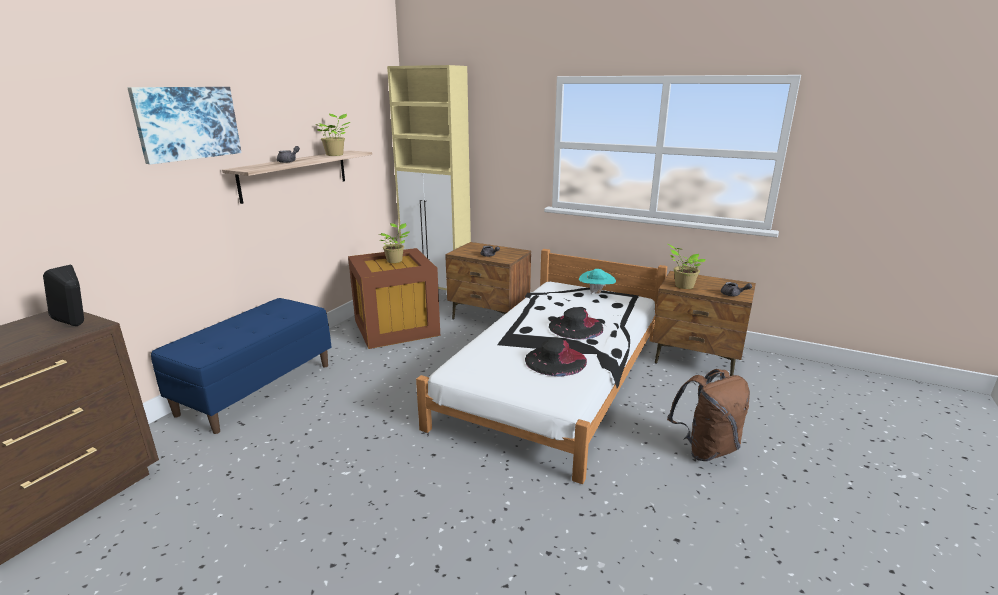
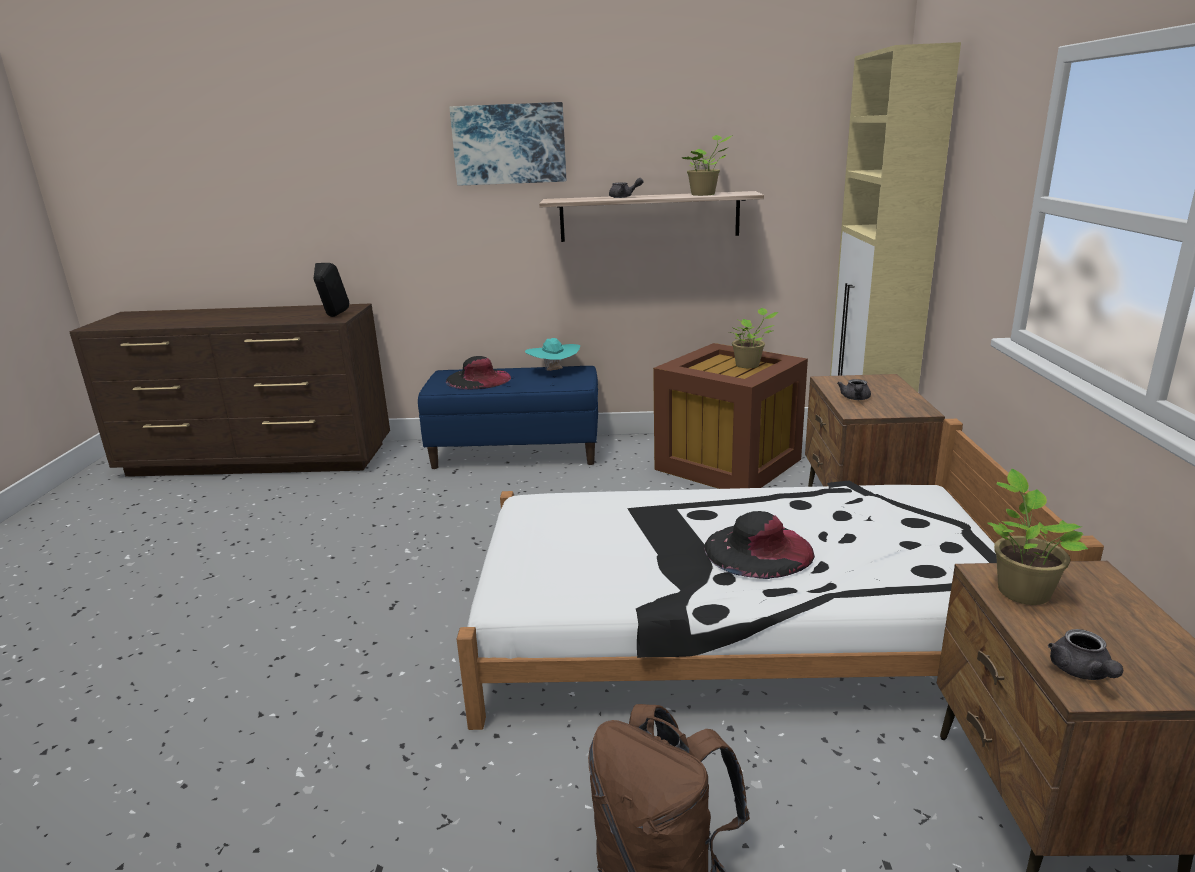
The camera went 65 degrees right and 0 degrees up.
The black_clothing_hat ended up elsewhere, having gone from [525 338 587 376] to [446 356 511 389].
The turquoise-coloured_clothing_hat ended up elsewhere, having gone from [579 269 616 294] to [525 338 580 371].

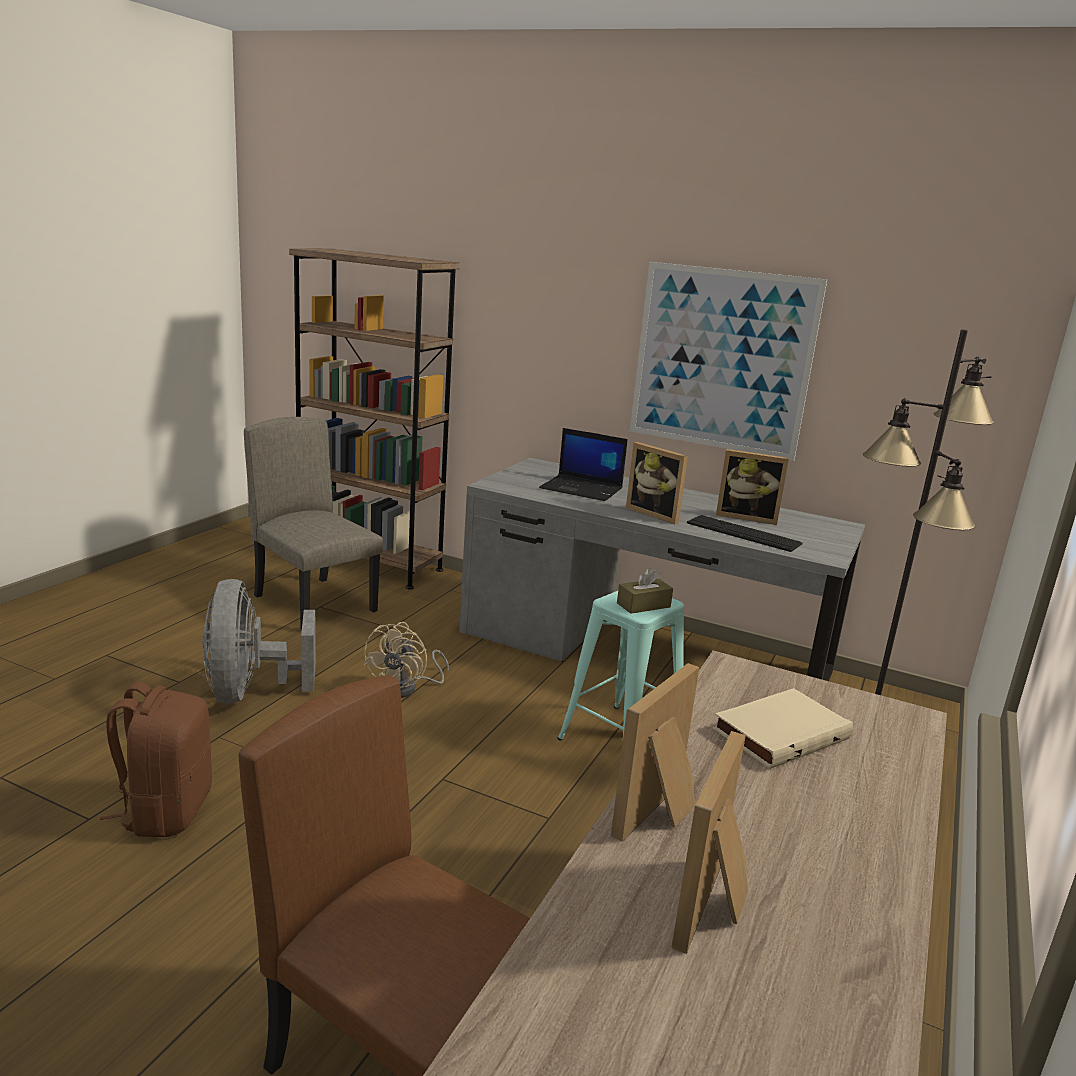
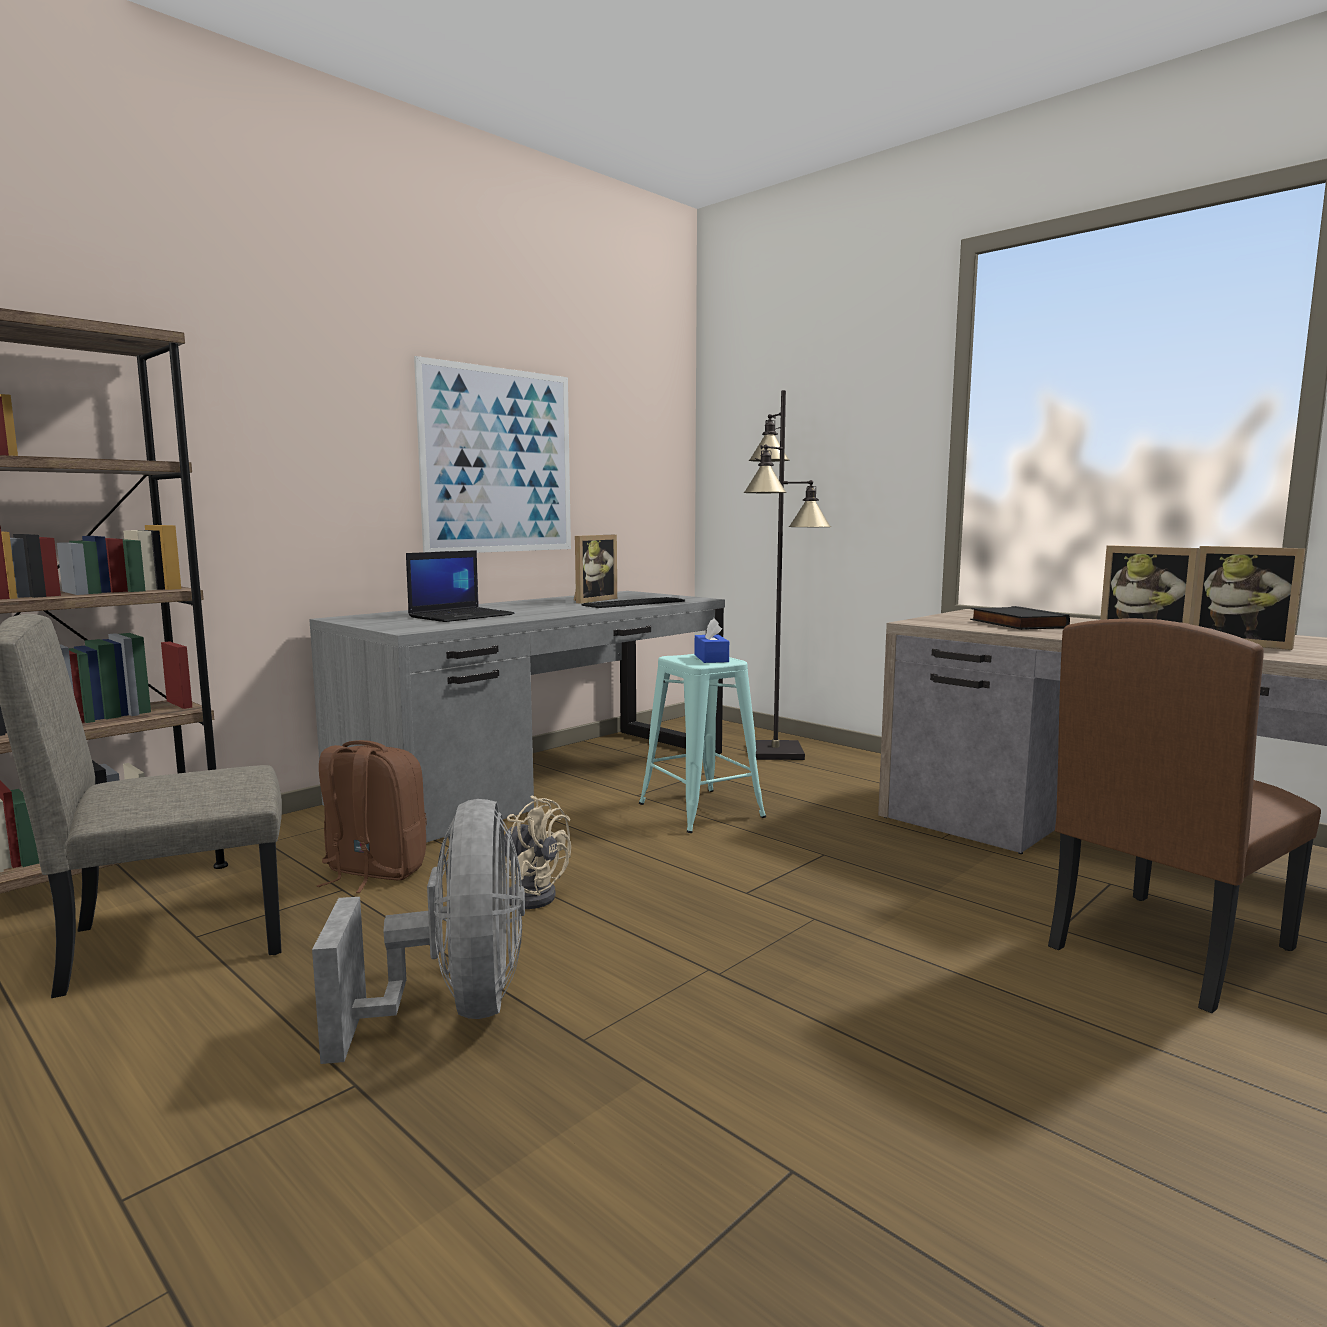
The camera went 70 degrees left and 10 degrees down.
The second view lost the picture_frame at [626 442 688 524].
The brownish_rucksack ended up elsewhere, having gone from [100 682 212 837] to [317 740 427 893].
What was the brownish_tissue_box at [617 568 673 614] turned into the blue_tissue_box at [695 618 729 663].
What was the sand-coloured_bound_book at [713 688 853 769] turned into the black_bound_book at [970 606 1070 630].
The greyish_electric_fan at [202 579 316 704] ended up facing another way, 105 degrees counterclockwise from before.

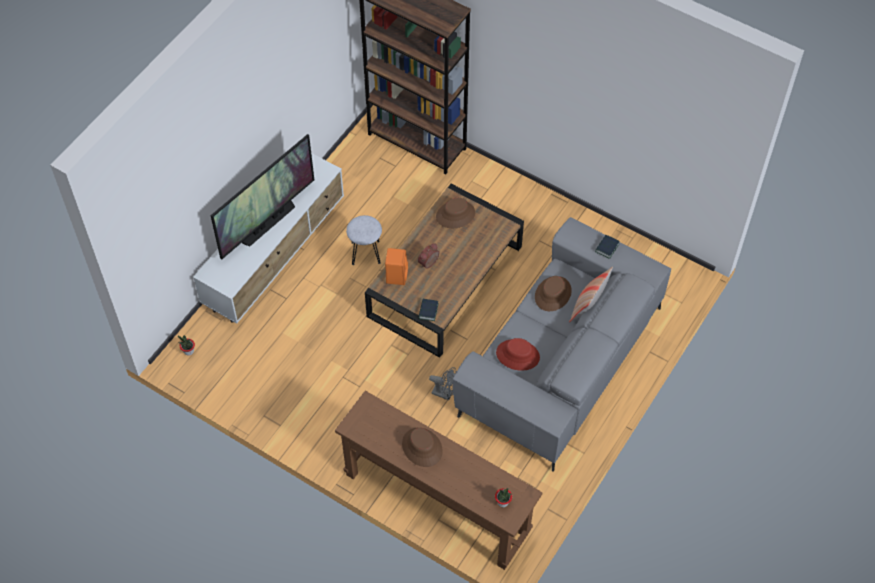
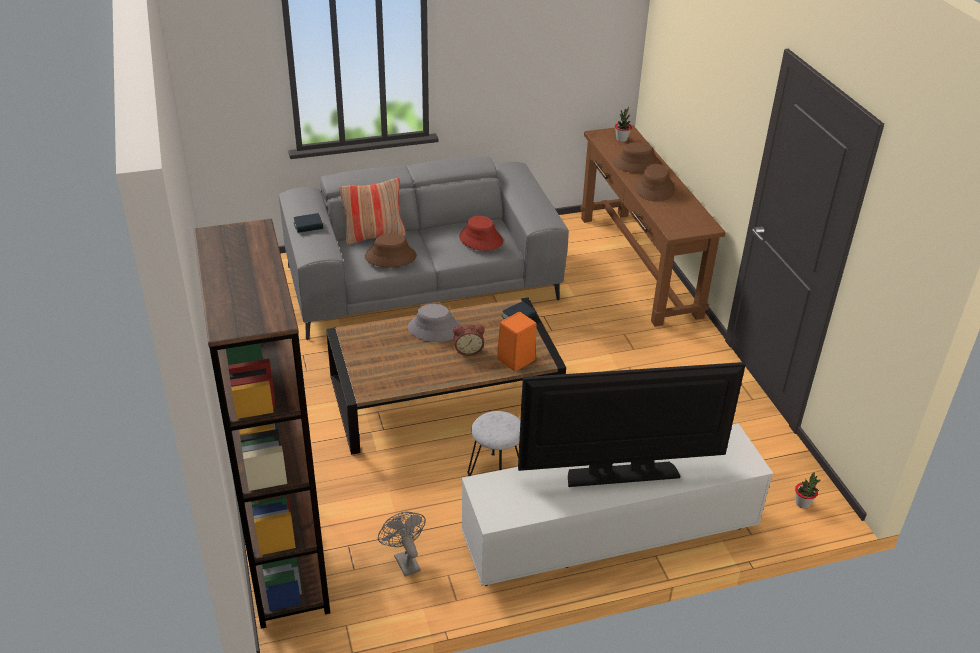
The camera went 140 degrees left and 20 degrees down.
The second view gained the greyish_clothing_hat at [408 304 462 342].
The greyish_electric_fan ended up elsewhere, having gone from [429 367 457 401] to [378 512 426 577].
The brownish_clothing_hat ended up elsewhere, having gone from [436 198 475 228] to [613 142 662 173].

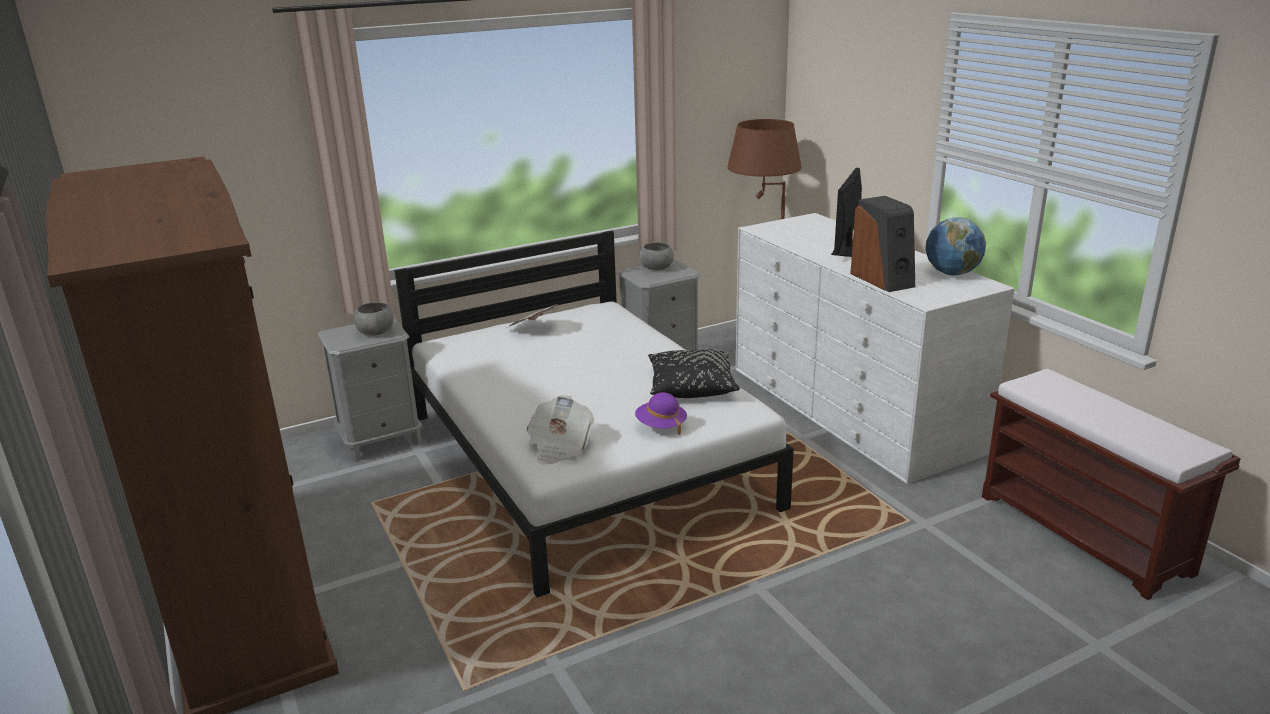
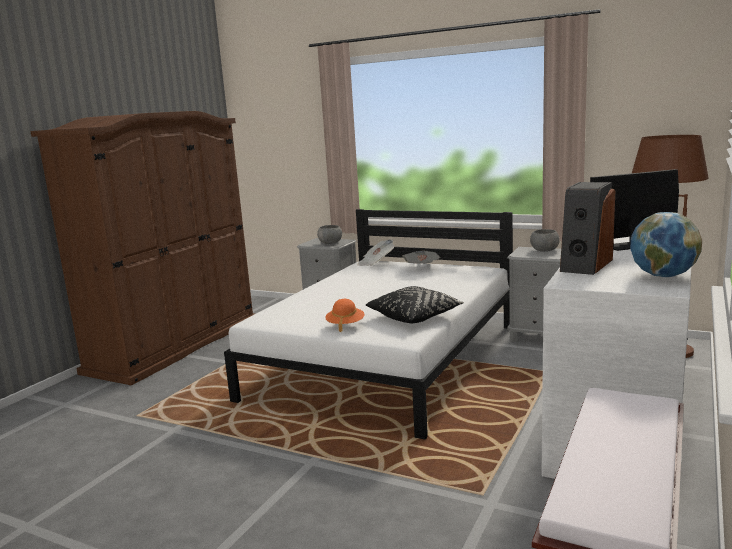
The camera went 55 degrees right and 10 degrees down.
The daily_paper ended up elsewhere, having gone from [527 396 594 465] to [357 239 394 266].
What was the purple_clothing_hat at [635 392 687 435] turned into the orange_clothing_hat at [325 299 364 332].

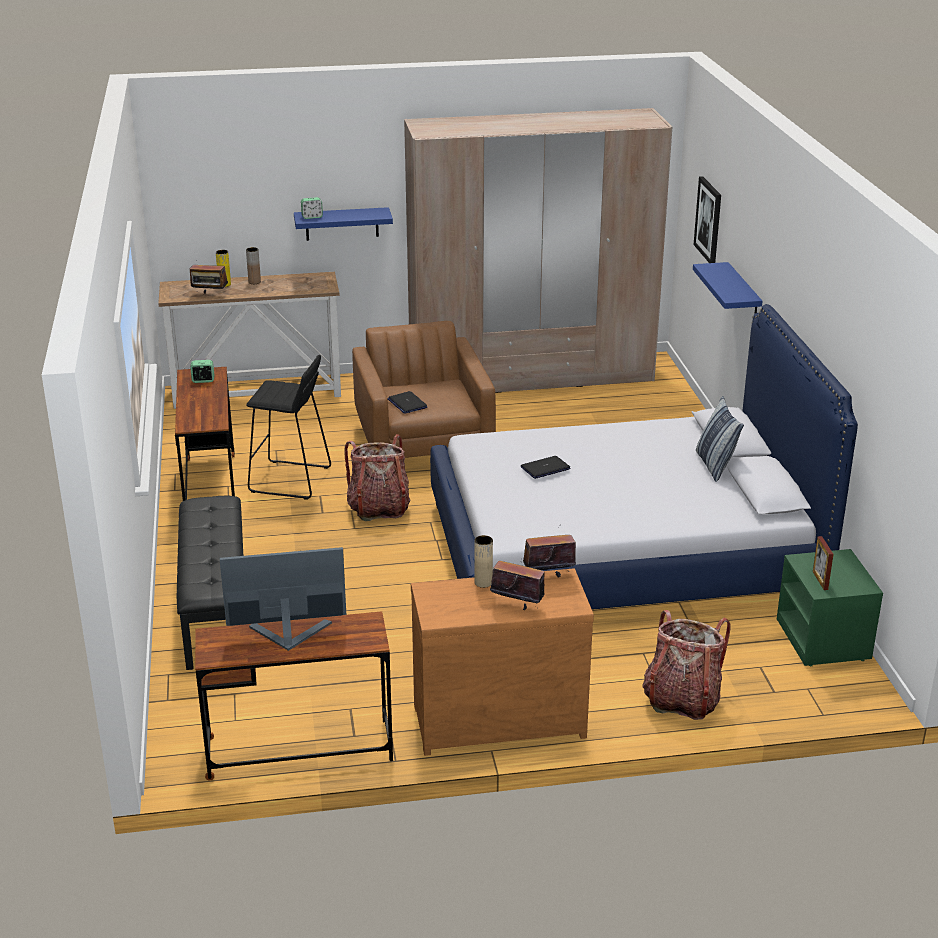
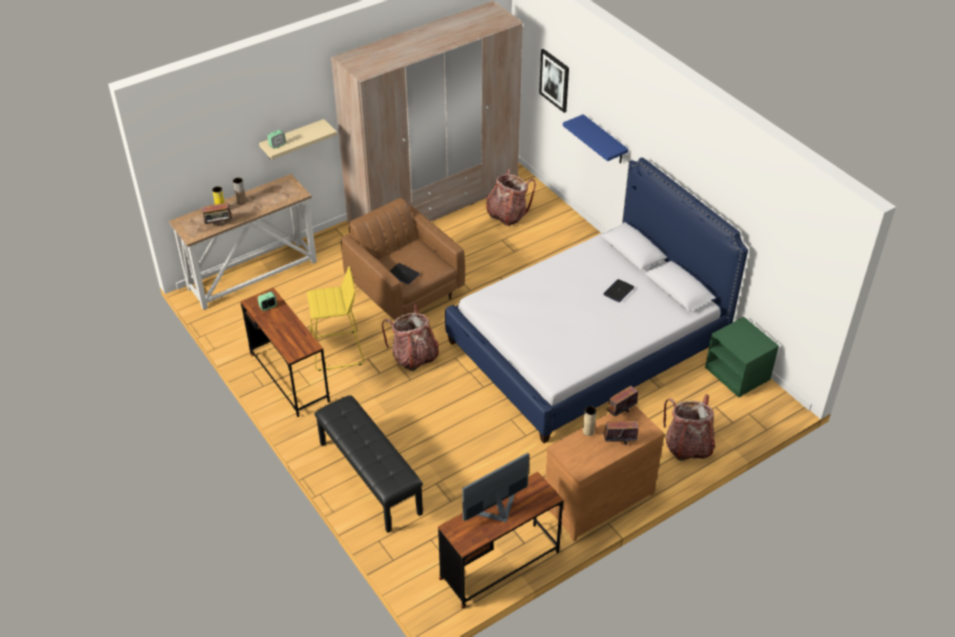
The camera went 25 degrees left and 15 degrees up.
The second view lost the cushion at [696 396 744 482].
The second view lost the picture_frame at [813 536 833 590].
The second view gained the rucksack at [486 169 536 226].
The notebook_computer ended up elsewhere, having gone from [521 456 571 479] to [603 279 634 302].
What was the black_stool_seat at [246 355 331 500] turned into the yellowish_stool_seat at [307 266 364 371].
What was the blue_wall_shelf at [294 207 393 241] turned into the sand-coloured_wall_shelf at [259 119 337 159].

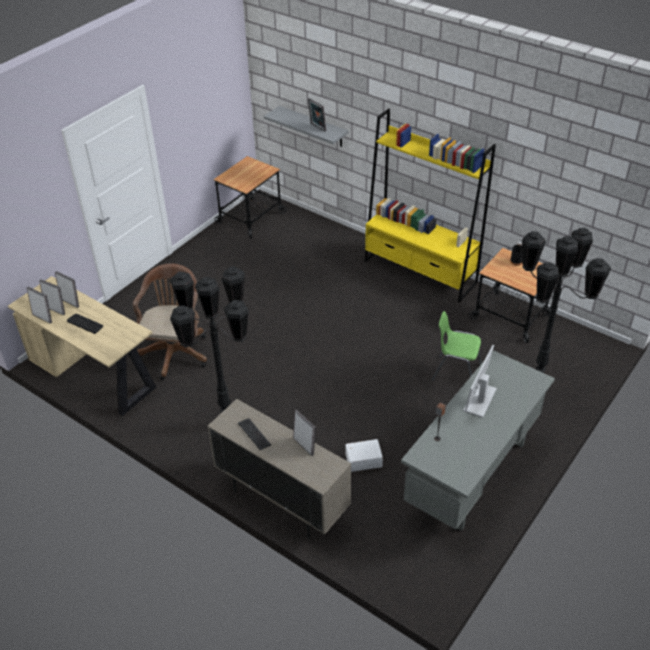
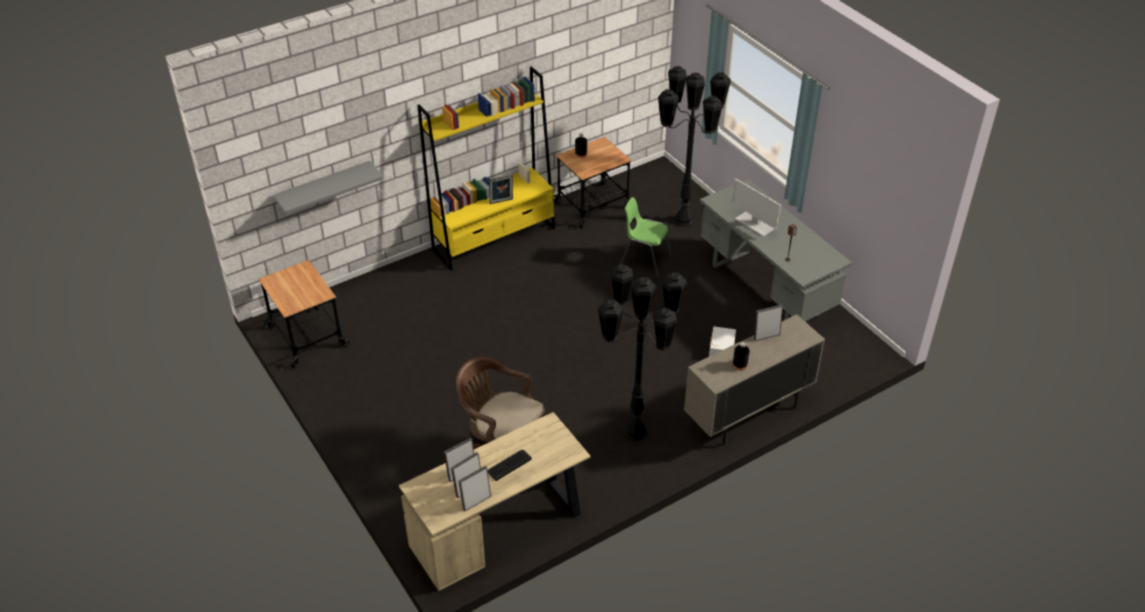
The camera went 70 degrees left and 0 degrees up.
The picture_frame ended up elsewhere, having gone from [308 98 326 132] to [489 175 513 204].
Where the computer_keyboard stood at [238 418 271 450], the black_beverage_bottle came to stand at [732 342 750 370].
The greenish_plain_chair at [432 311 482 381] ended up facing another way, 75 degrees clockwise from before.

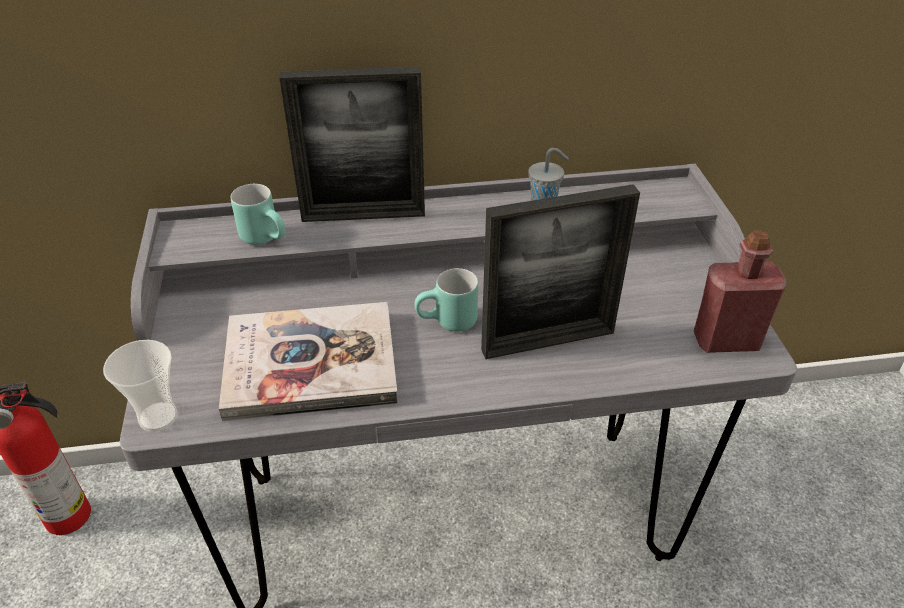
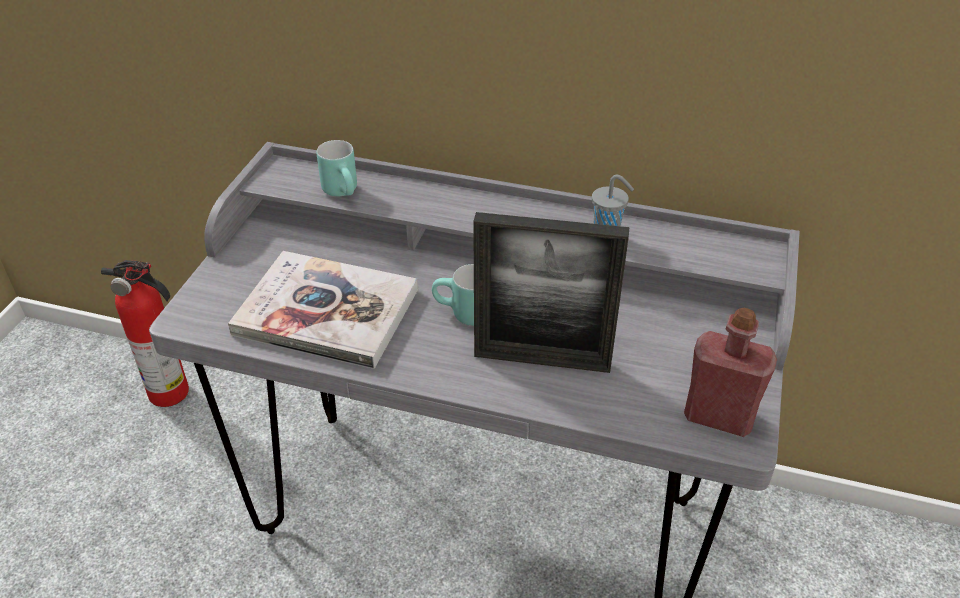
The camera went 25 degrees right and 0 degrees up.
The second view lost the small_cup at [103 340 178 432].
The second view lost the picture_frame at [280 67 425 222].

